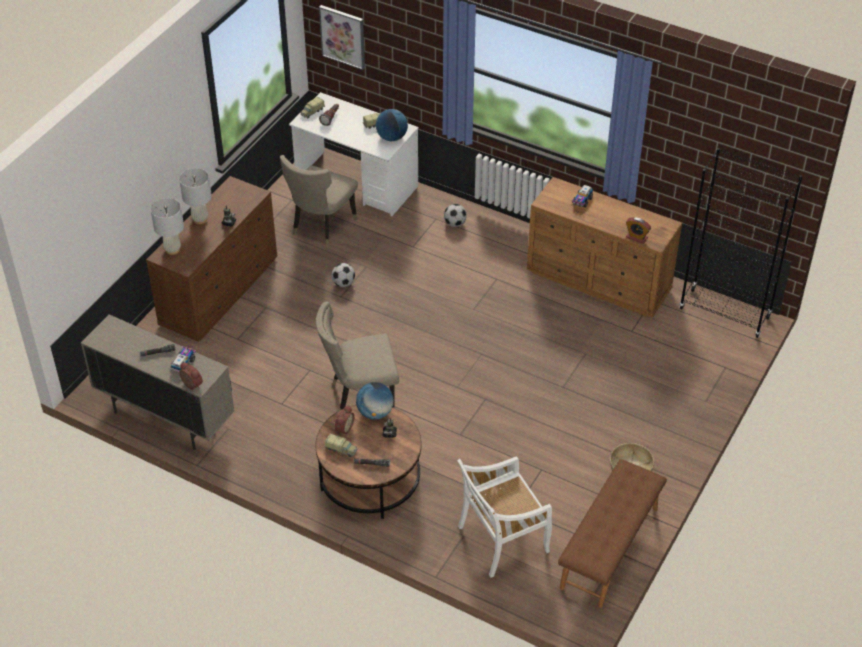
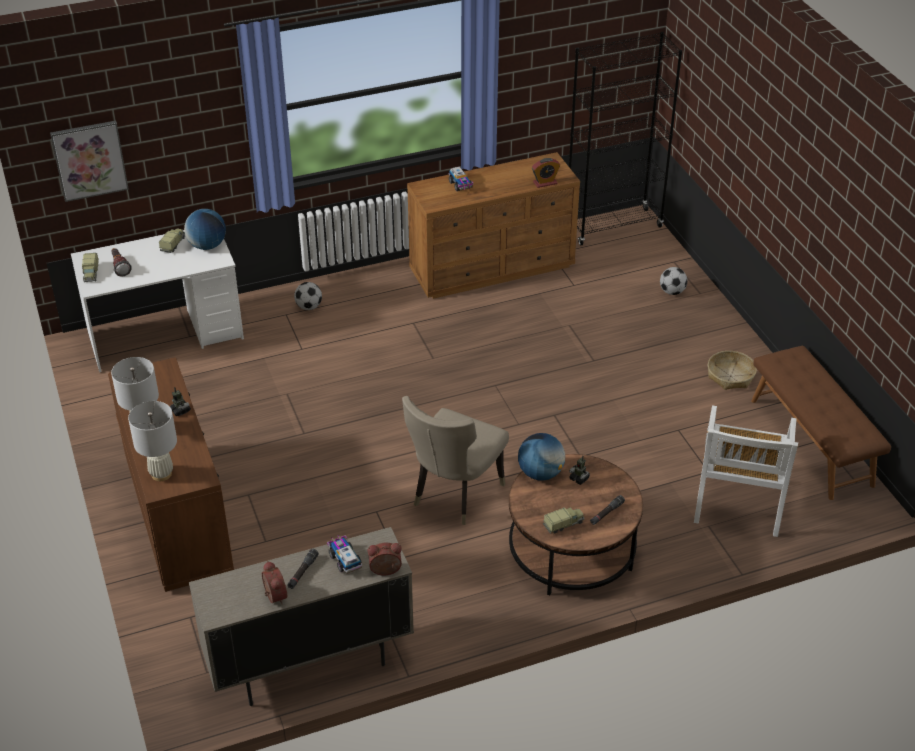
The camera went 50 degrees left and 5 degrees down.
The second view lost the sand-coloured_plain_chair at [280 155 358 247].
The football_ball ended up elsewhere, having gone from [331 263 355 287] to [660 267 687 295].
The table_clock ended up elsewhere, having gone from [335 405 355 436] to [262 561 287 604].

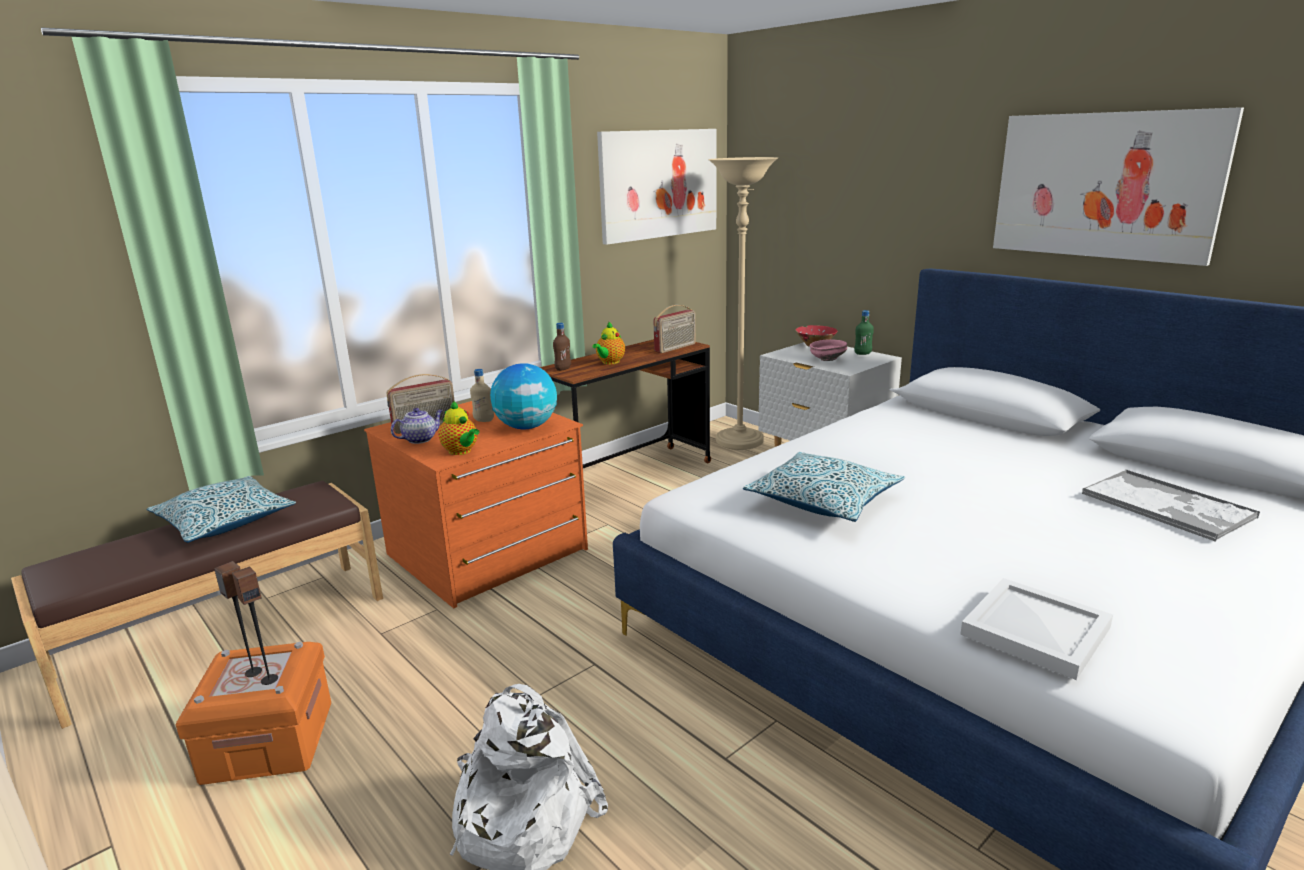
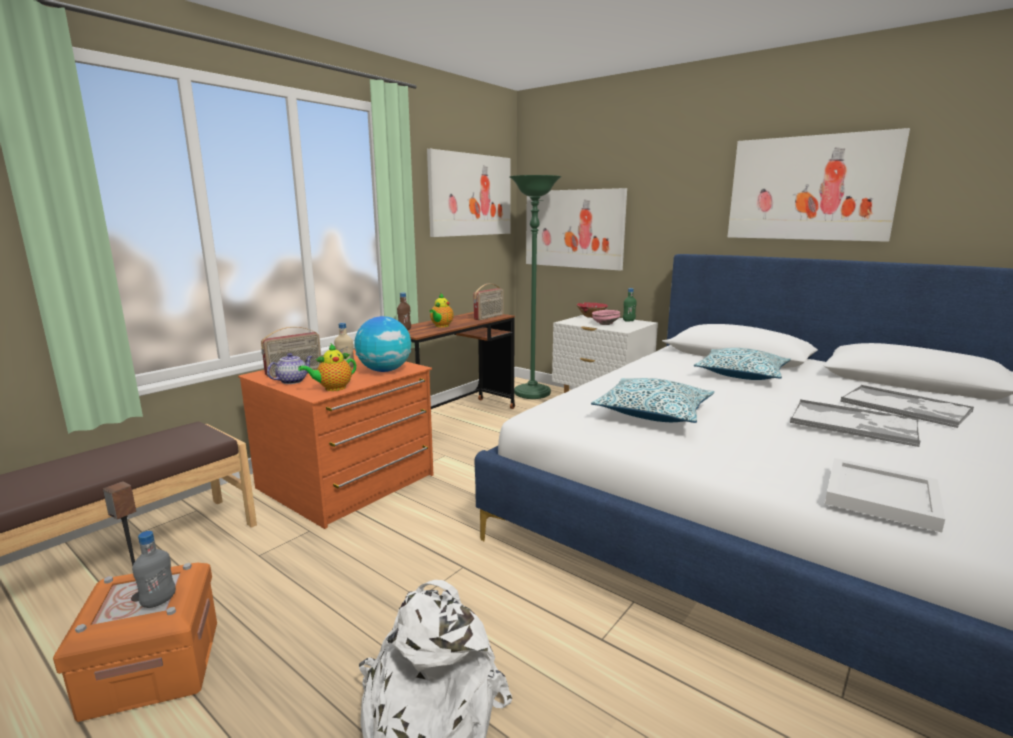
The camera went 10 degrees left and 5 degrees down.
The second view gained the wall_picture at [526 188 627 271].
The second view gained the serving_tray at [790 399 920 447].
The cushion ended up elsewhere, having gone from [147 476 296 543] to [694 348 791 380].
Where the speaker stood at [232 566 278 685], the greyish_beverage_bottle came to stand at [132 531 176 608].
What was the sand-coloured_standard_lamp at [708 157 778 450] turned into the greenish_standard_lamp at [509 175 562 399].
The teapot at [439 401 479 455] ended up facing another way, 105 degrees clockwise from before.

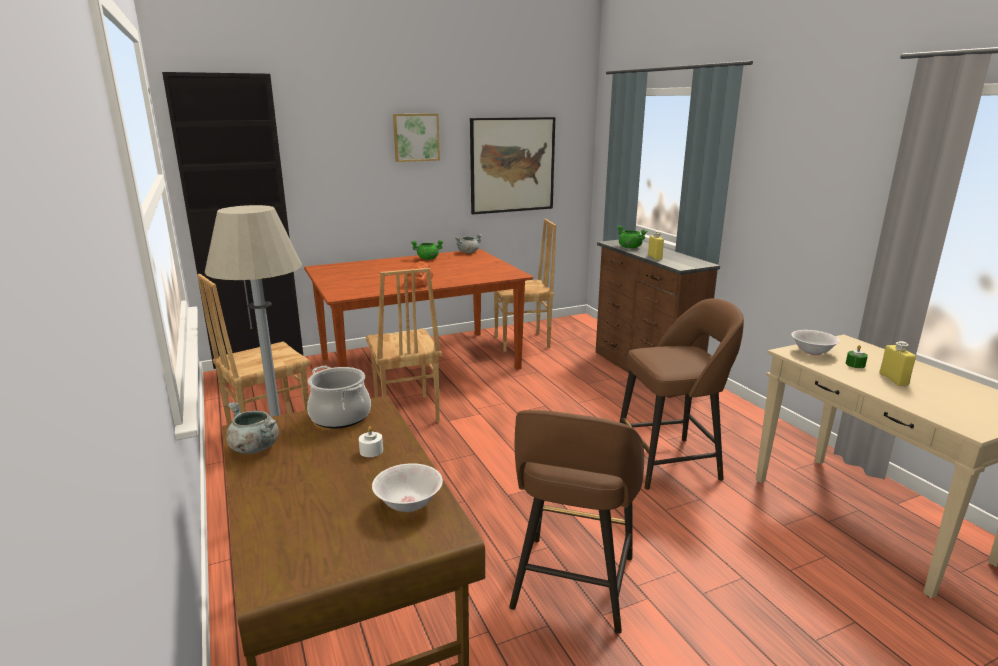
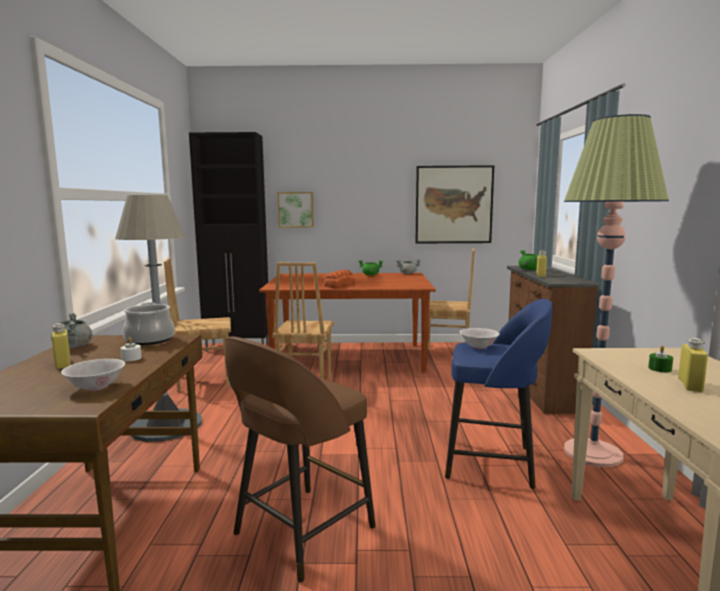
The camera went 25 degrees right and 10 degrees down.
The second view gained the yellowish_beverage_bottle at [52 323 71 369].
The second view gained the standard_lamp at [564 114 669 467].
The wall_picture ended up elsewhere, having gone from [393 114 440 162] to [277 192 314 228].
The white_serving_bowl ended up elsewhere, having gone from [791 330 840 355] to [460 328 500 349].
What was the brownish_stool_seat at [620 299 744 490] turned into the blue_stool_seat at [445 299 552 489].

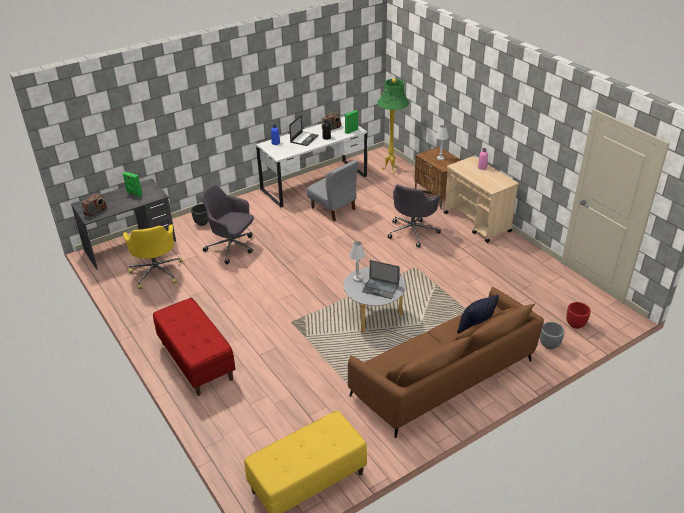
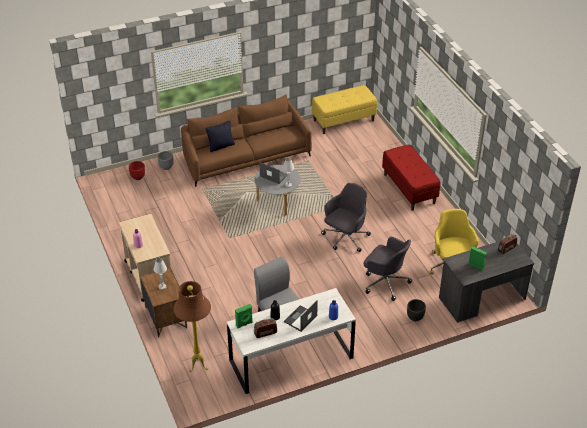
The camera went 170 degrees left and 5 degrees up.
The greyish_computer_chair ended up elsewhere, having gone from [388 185 441 248] to [321 183 371 252].
What was the greenish_standard_lamp at [377 78 409 174] turned into the brownish_standard_lamp at [173 281 211 372].

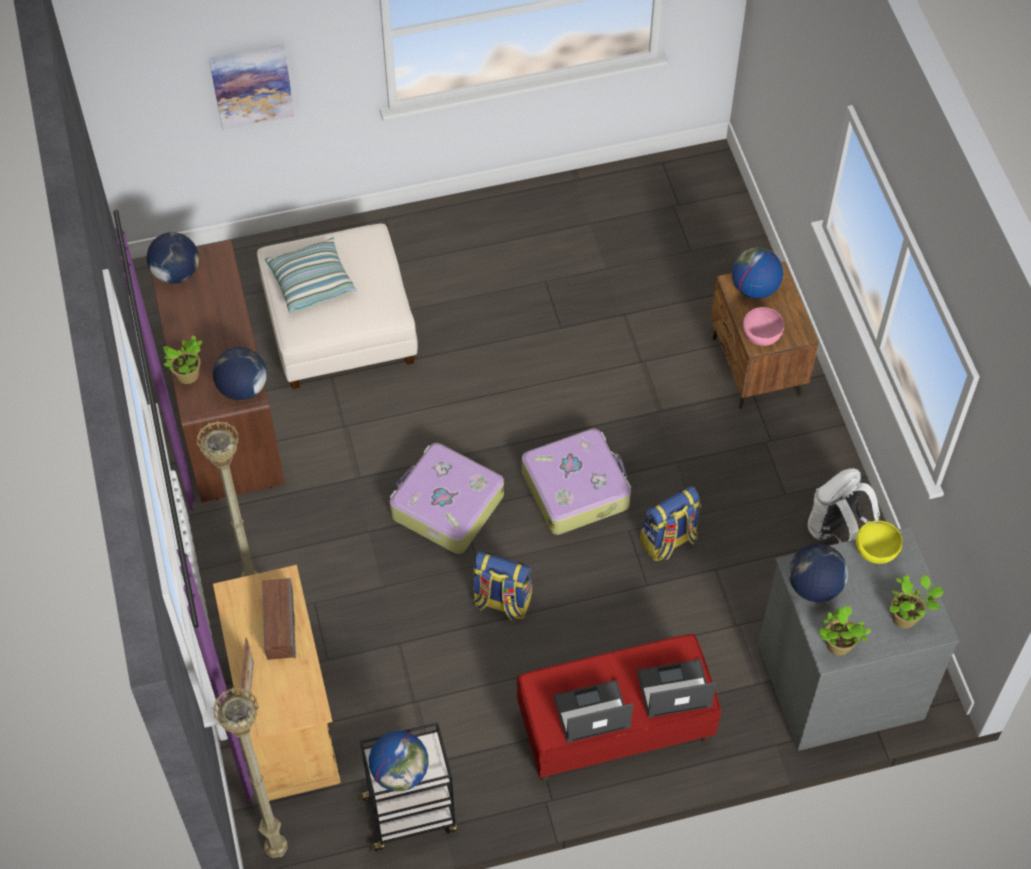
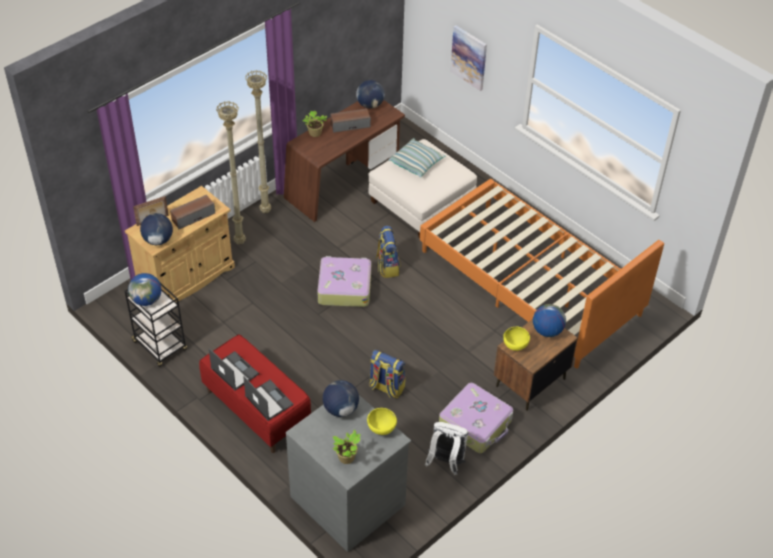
The camera went 60 degrees right and 10 degrees down.
The second view lost the plant_in_a_pot at [818 605 871 656].
The second view gained the speaker at [331 109 371 133].
The second view gained the orange_bed at [420 179 664 369].
The sand-coloured_standard_lamp ended up elsewhere, having gone from [212 687 288 858] to [245 71 271 213].
The globe ended up elsewhere, having gone from [213 347 267 401] to [140 213 173 245].
The rucksack ended up elsewhere, having gone from [473 551 532 620] to [376 226 400 278].
The suitcase ended up elsewhere, having gone from [522 428 631 535] to [439 383 513 453].
What was the pink_serving_bowl at [743 307 785 346] turned into the yellowish_serving_bowl at [503 327 530 351].

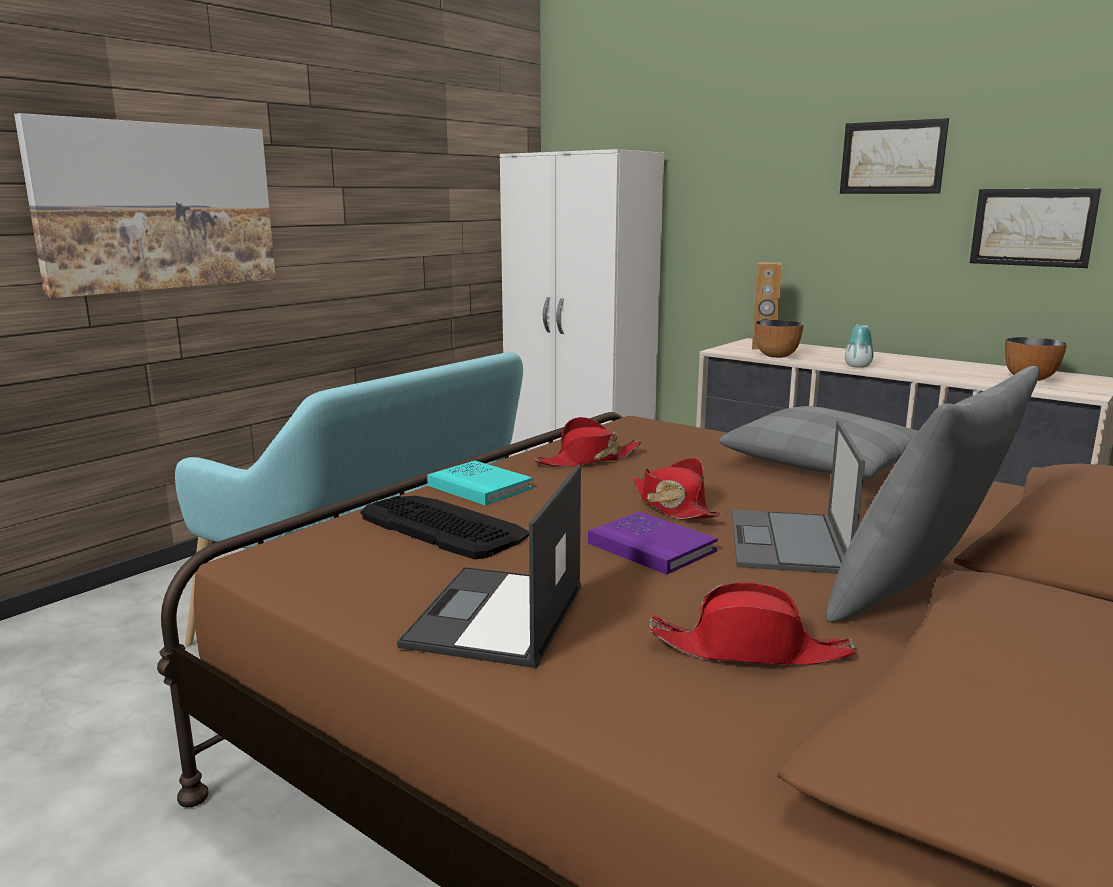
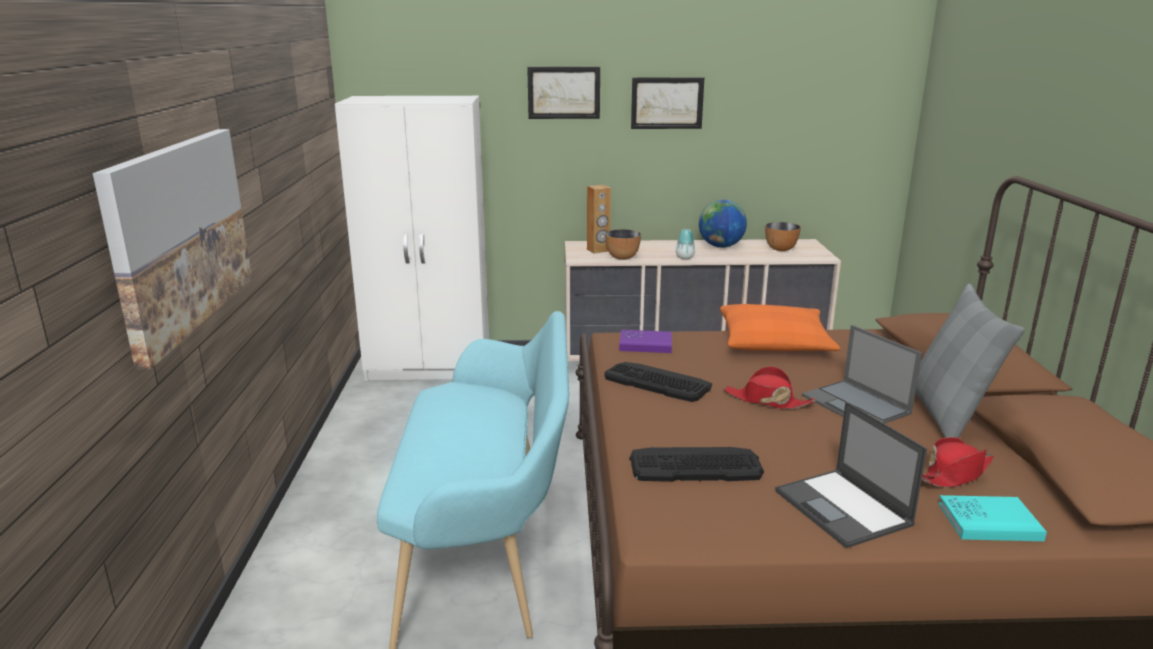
The camera went 40 degrees left and 5 degrees up.
The second view gained the globe at [699 200 747 248].
The turquoise-coloured_bound_book ended up elsewhere, having gone from [427 461 533 505] to [939 495 1047 541].
The purple_bound_book ended up elsewhere, having gone from [588 512 718 575] to [619 330 672 353].
The wall_picture ended up elsewhere, having gone from [970 188 1101 268] to [527 67 600 119].
Where the reddish_clothing_hat stood at [533 417 642 467], the computer_keyboard came to stand at [604 362 712 402].
What was the greyish_cushion at [719 406 918 479] turned into the orange_cushion at [720 304 840 351].

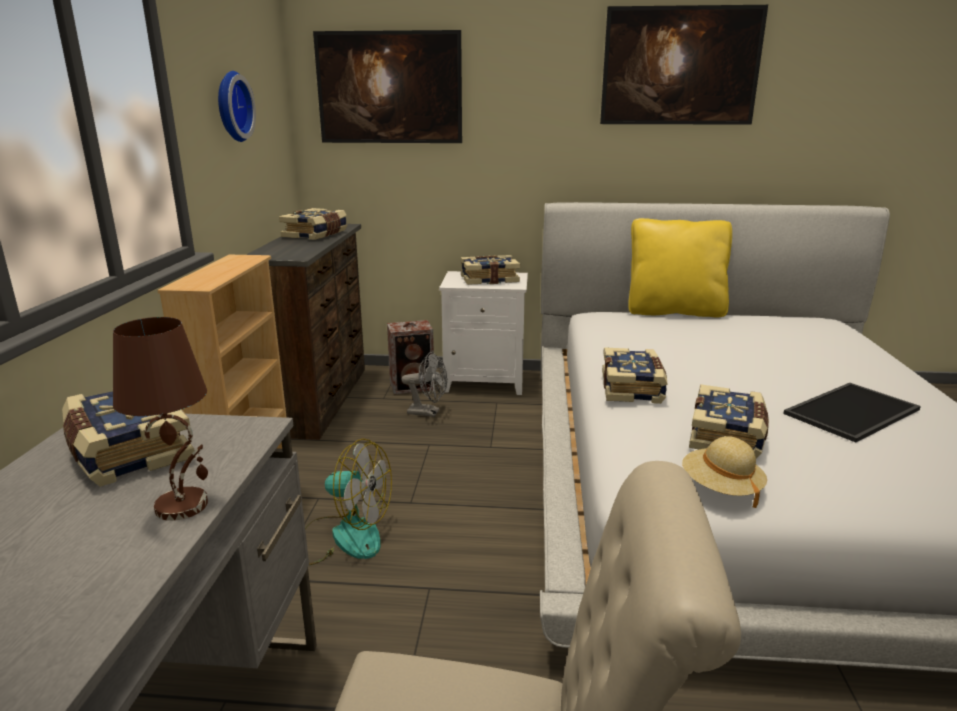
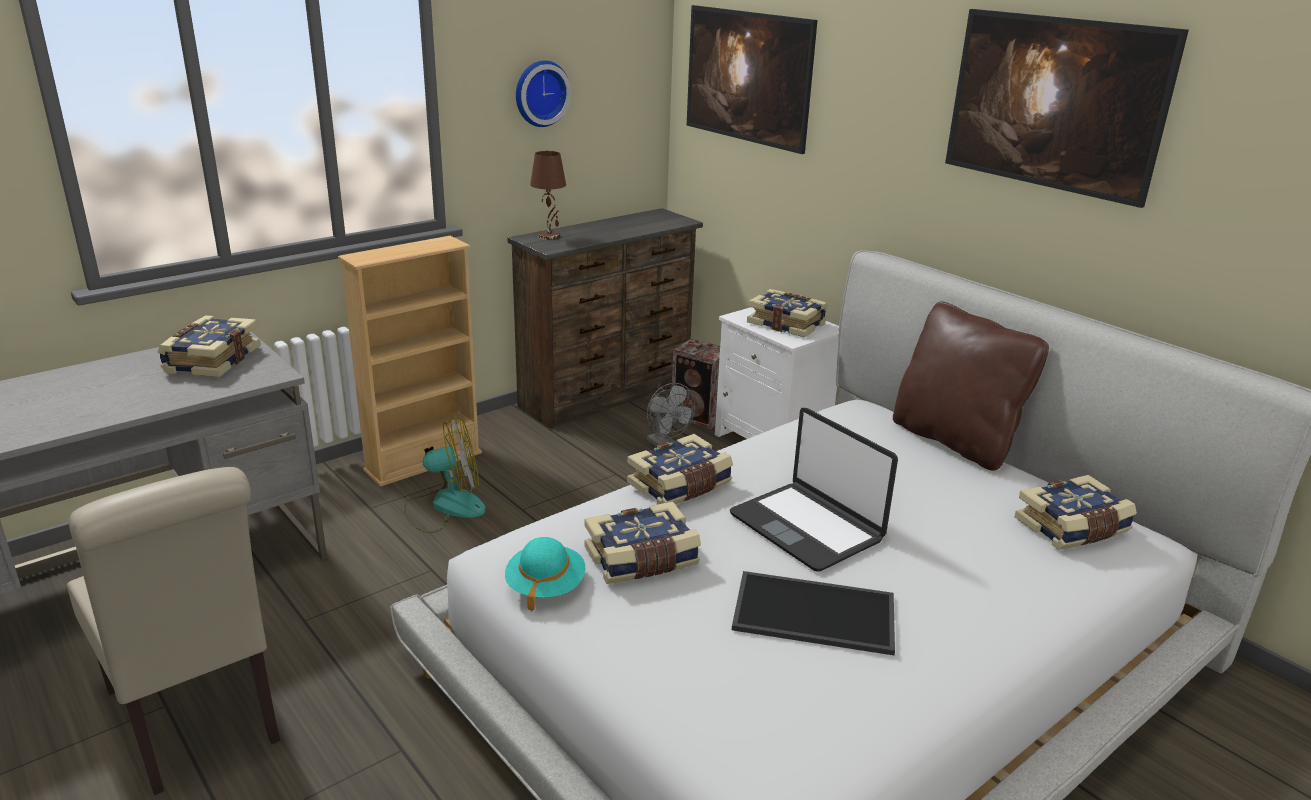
The camera went 45 degrees right and 5 degrees up.
The second view gained the notebook_computer at [730 408 898 572].
The brownish_table_lamp ended up elsewhere, having gone from [113 317 208 521] to [530 151 566 240].
The bound_book ended up elsewhere, having gone from [279 208 347 240] to [1014 475 1137 550].
What was the yellowish_cushion at [628 218 732 318] turned into the brownish_cushion at [893 301 1049 471].
What was the sand-coloured_clothing_hat at [682 436 767 508] turned into the turquoise-coloured_clothing_hat at [505 537 585 612].
The electric_fan at [305 439 392 565] ended up facing another way, 75 degrees counterclockwise from before.

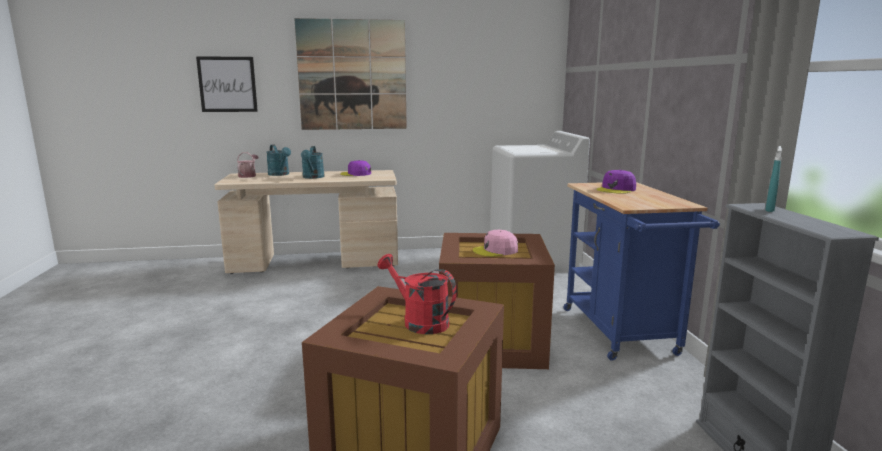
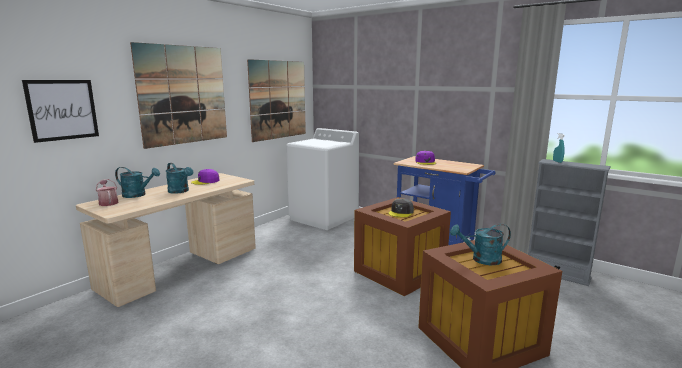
The camera went 45 degrees left and 0 degrees up.
The second view gained the wall_picture at [247 59 306 142].
What was the reddish_watering_can at [378 254 457 334] turned into the turquoise-coloured_watering_can at [450 224 511 265].
What was the pink_baseball_cap at [473 230 518 257] turned into the greyish_baseball_cap at [388 199 414 217].

